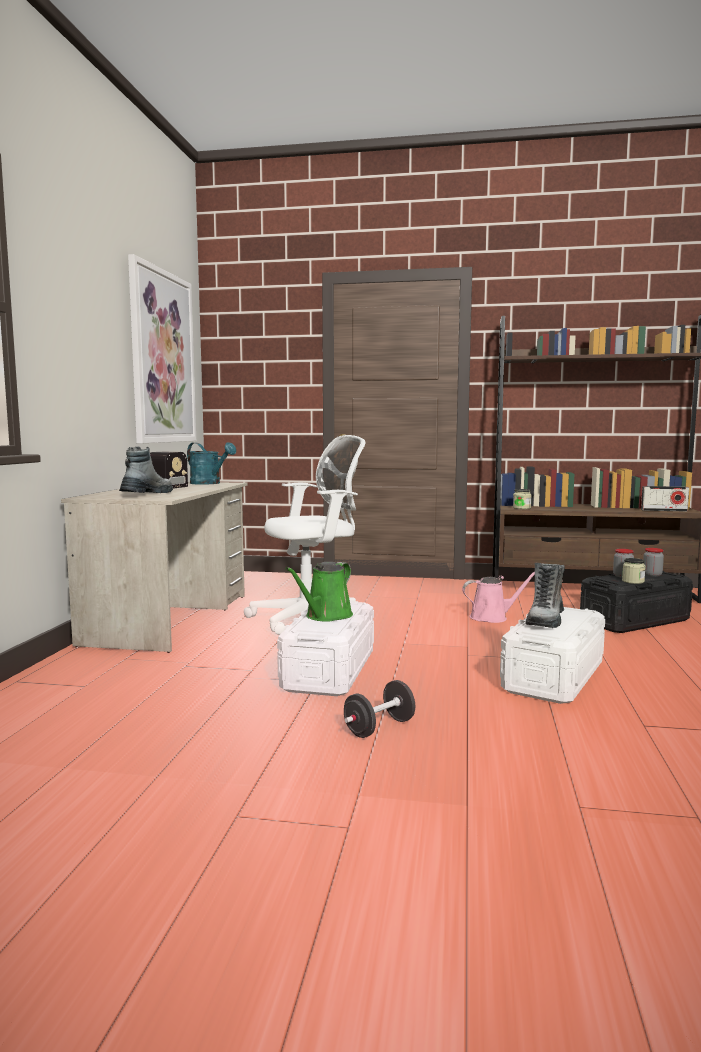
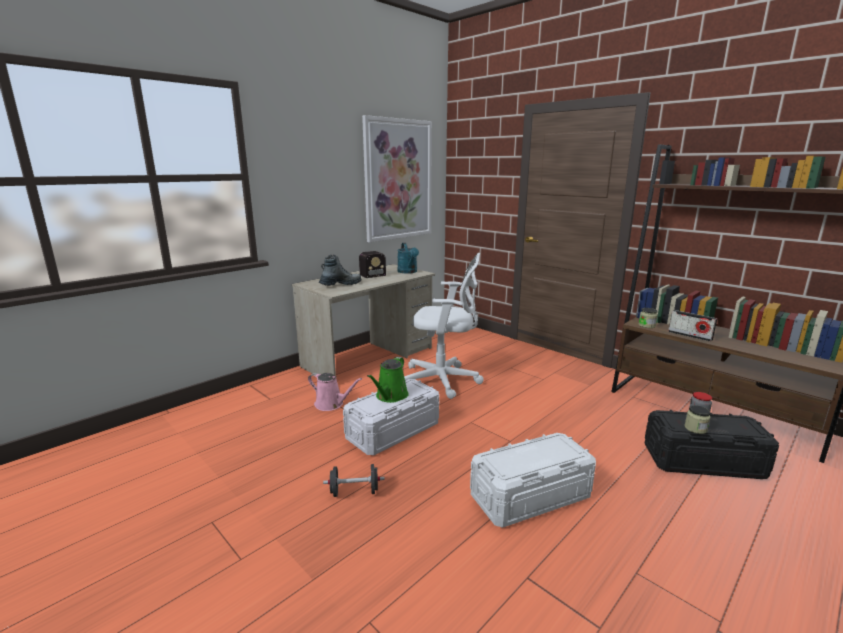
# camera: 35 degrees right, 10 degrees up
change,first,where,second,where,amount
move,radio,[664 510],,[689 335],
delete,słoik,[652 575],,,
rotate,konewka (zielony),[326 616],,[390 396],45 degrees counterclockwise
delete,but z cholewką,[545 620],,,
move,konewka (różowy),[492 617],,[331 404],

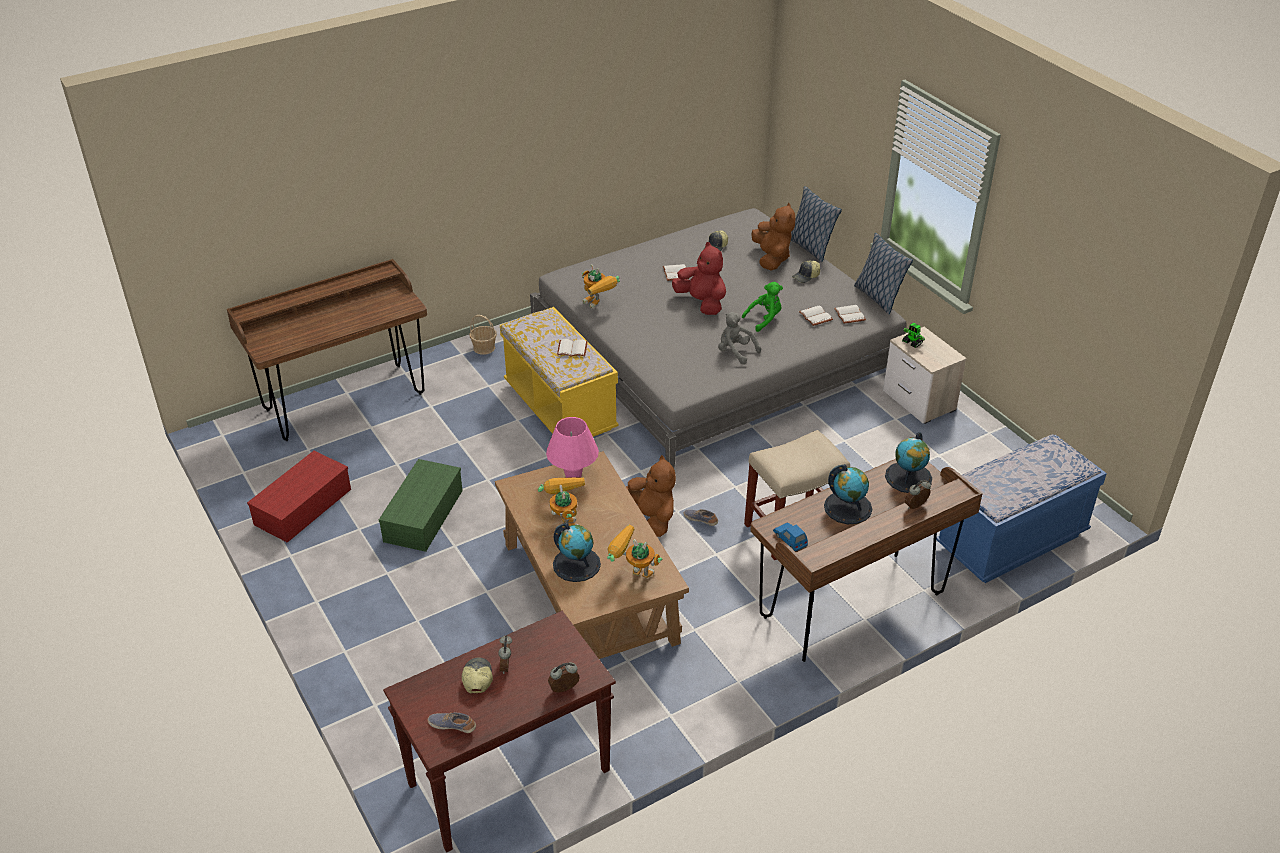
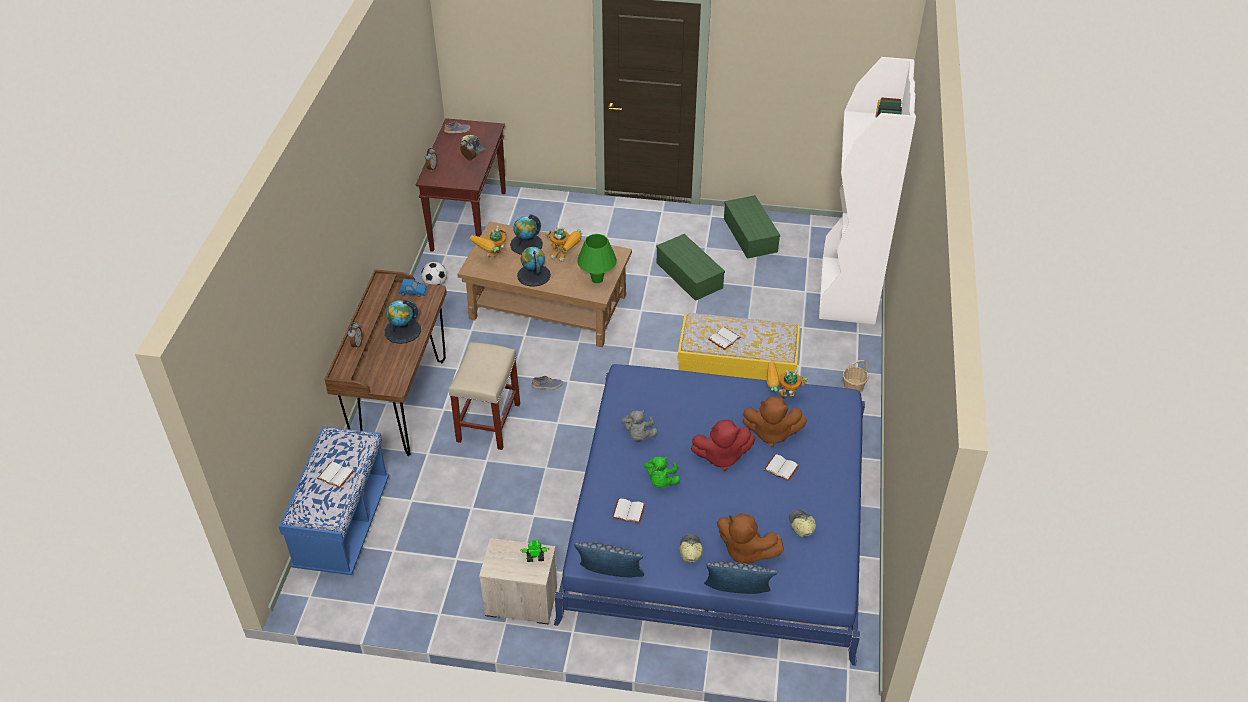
# camera: 130 degrees right, 5 degrees up
change,first,where,second,where,amount
recolor,łóżko (szary),[715 350],łóżko (niebieski),[719 518],
replace,biurko (brązowy),[344 401],regał (biały),[848 291],
move,książka (biały),[850 315],,[334 476],
rotate,pluszak (szary),[735 352],,[639 435],105 degrees clockwise
recolor,lampa stołowa (różowy),[573 477],lampa stołowa (zielony),[597 279],
move,globus,[908 477],,[533 275],
recolor,pojemnik do przechowywania (czerwony),[303 505],pojemnik do przechowywania (zielony),[751 235],
move,pluszak (brązowy),[651 518],,[771 433],
rotate,robot zabawkowy,[632 575],,[492 259],150 degrees clockwise
insert,,,piłka futbolowa,[435 284],

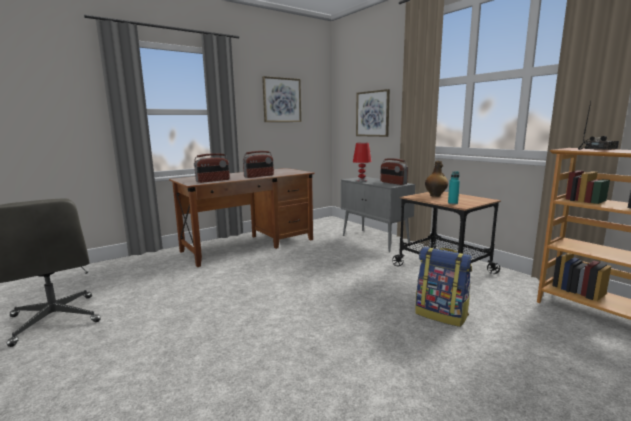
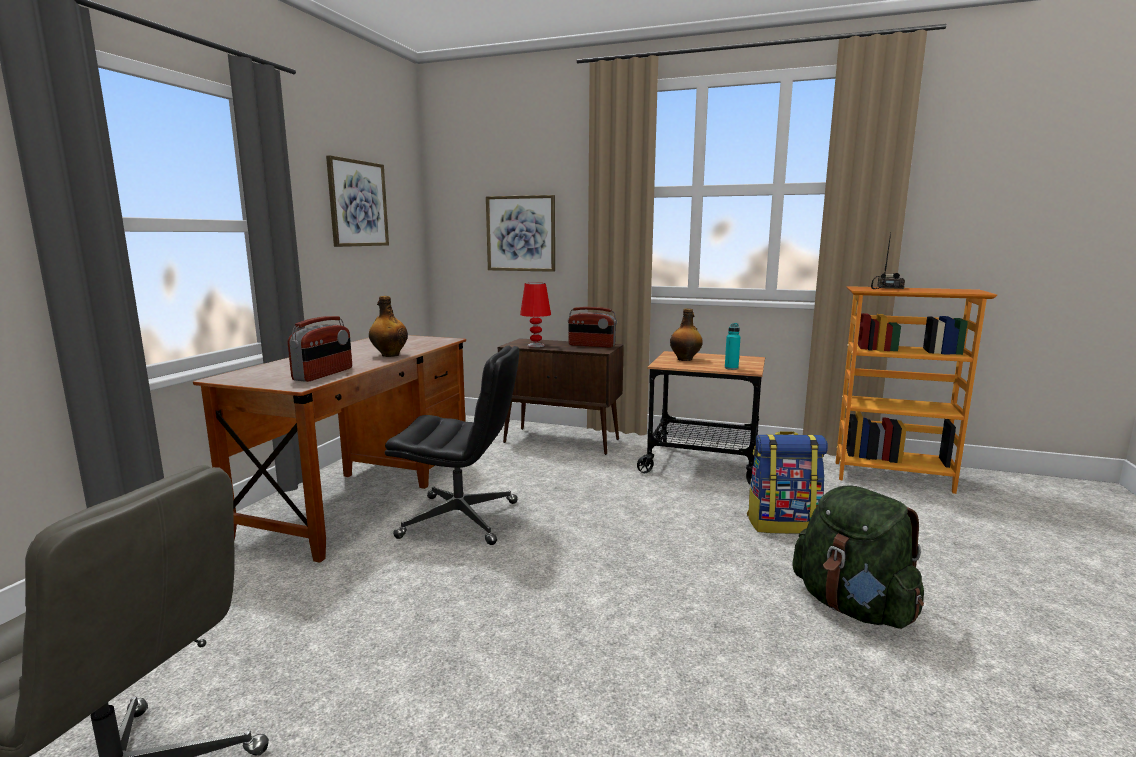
# camera: 35 degrees left, 0 degrees up
change,first,where,second,where,amount
replace,radio,[259 176],butelka,[389 355],
recolor,szafka (szary),[375 240],szafka (brązowy),[562 441],
insert,,,krzesło biurowe (czarny),[461 519],
insert,,,plecak (zielony),[853 607],

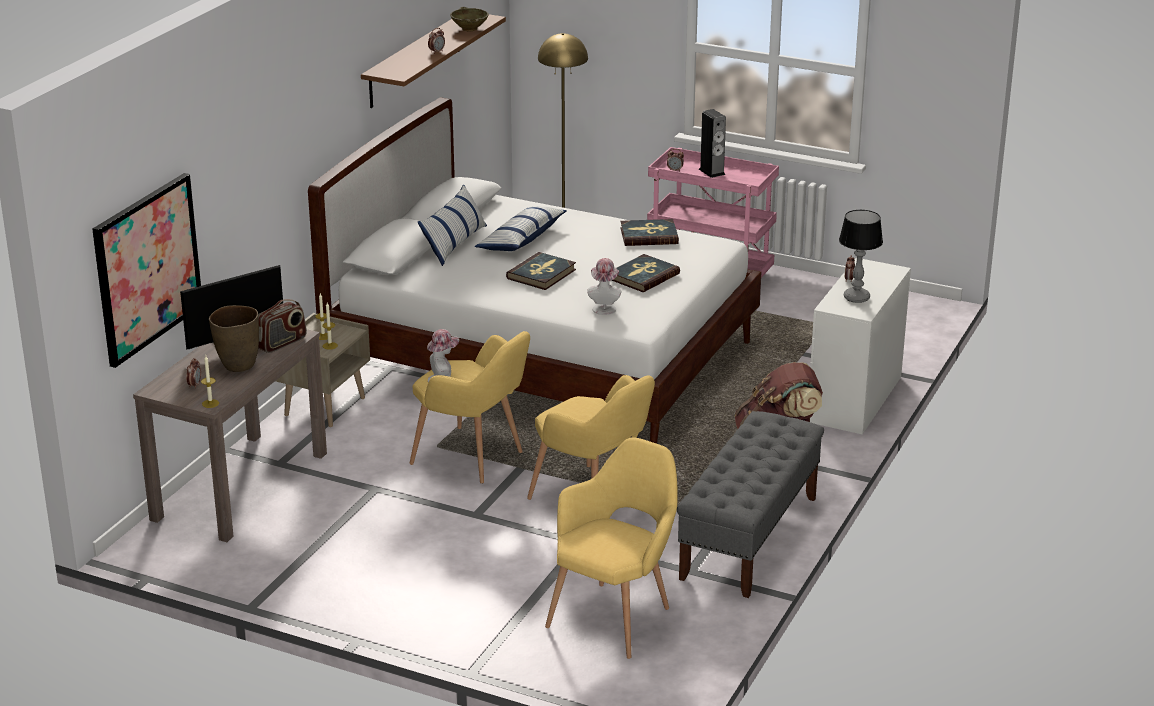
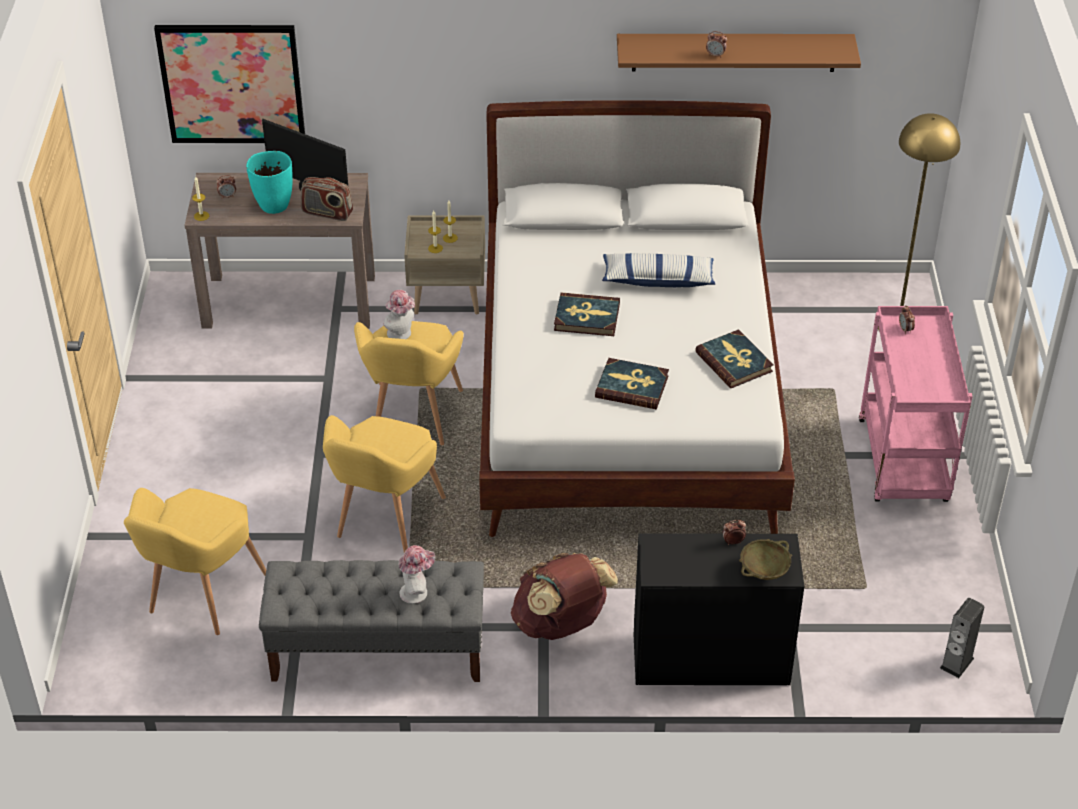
# camera: 65 degrees right, 15 degrees up
change,first,where,second,where,amount
move,miska (beżowy),[469 29],,[764 572],
move,głośnik,[711 172],,[956 663],
delete,poduszka,[454 244],,,
delete,lampa stołowa,[856 297],,,
move,kapelusz,[604 307],,[417 592],
recolor,komoda (biały),[853 399],komoda (czarny),[709 657],
recolor,wazon (brązowy),[238 366],wazon (turkusowy),[273 205],
rotate,fotel (żółty),[616 615],,[201 598],105 degrees clockwise

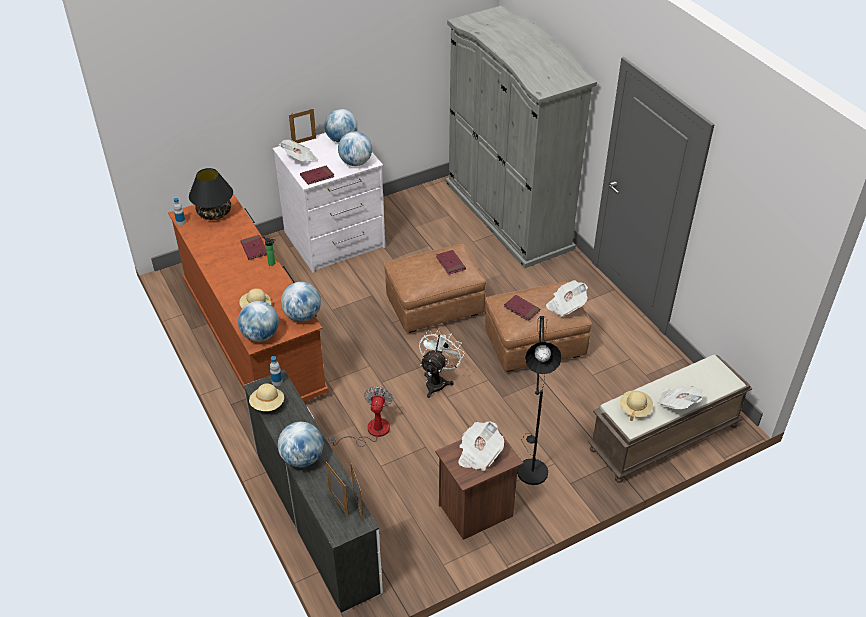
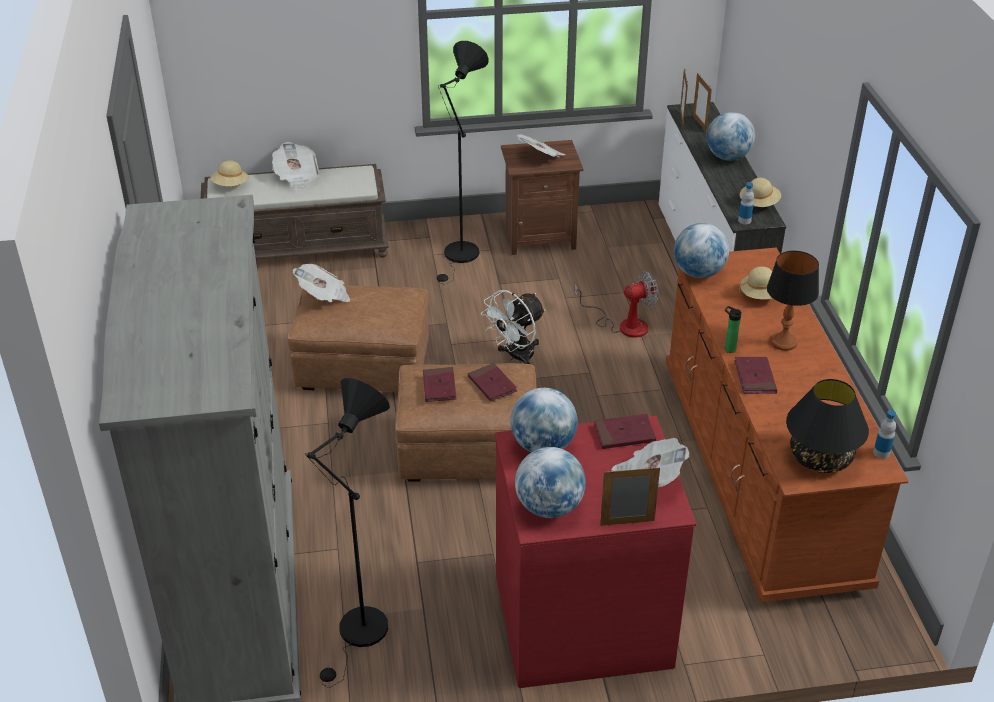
# camera: 160 degrees left, 5 degrees down
change,first,where,second,where,amount
recolor,komoda (biały),[335 240],komoda (czerwony),[582 619],
move,książka (czerwony),[521 309],,[492 384],
delete,globus,[260 335],,,
rotate,wentylator,[370 431],,[623 325],135 degrees counterclockwise
move,kapelusz (beżowy),[635 409],,[230 185],
insert,,,lampa stołowa,[783 342],
insert,,,lampa stojąca (czarny),[360 635],

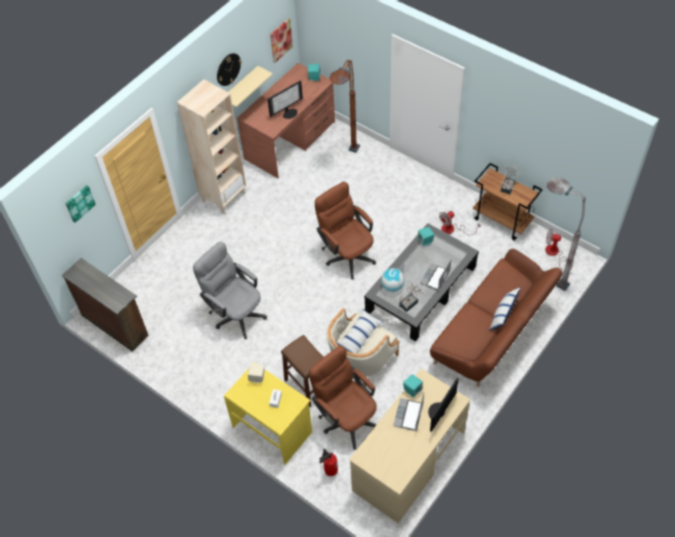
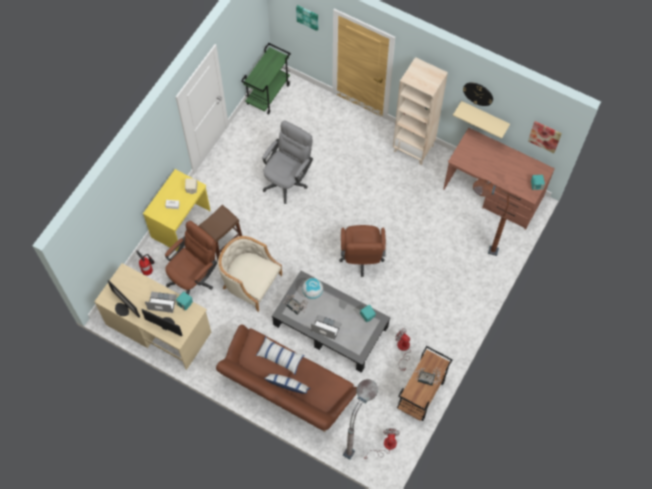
# camera: 80 degrees right, 10 degrees up
change,first,where,second,where,amount
move,monitor,[289 112],,[123 308],
rotate,krzesło biurowe (brązowy),[347 254],,[361 259],135 degrees clockwise
replace,komoda (brązowy),[115 324],wózek (zielony),[268 94],
move,poduszka,[359 336],,[280 357],

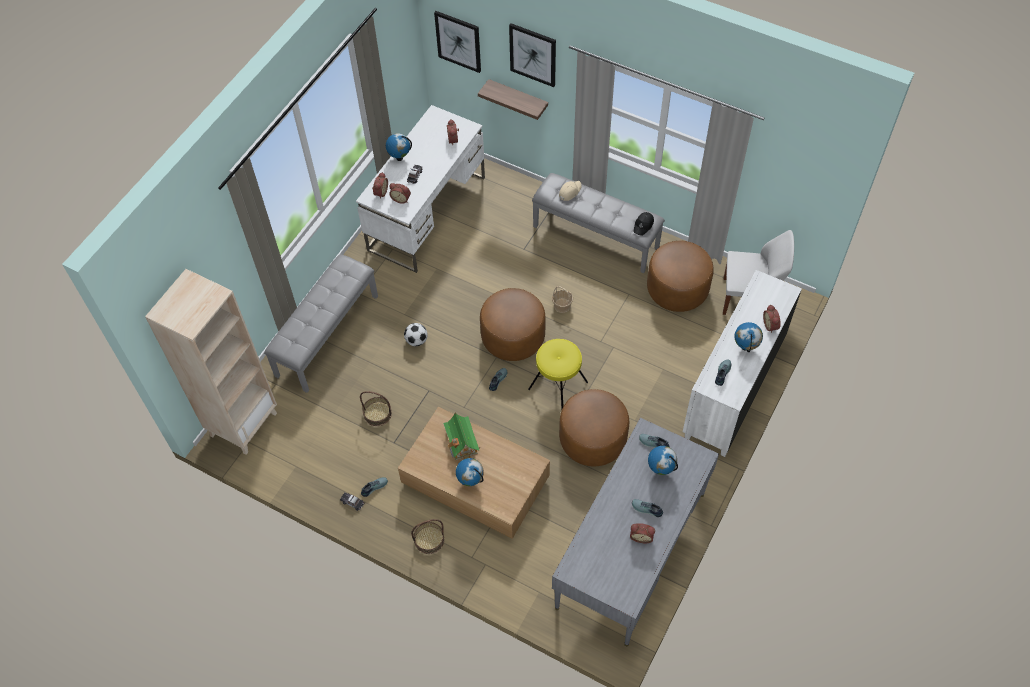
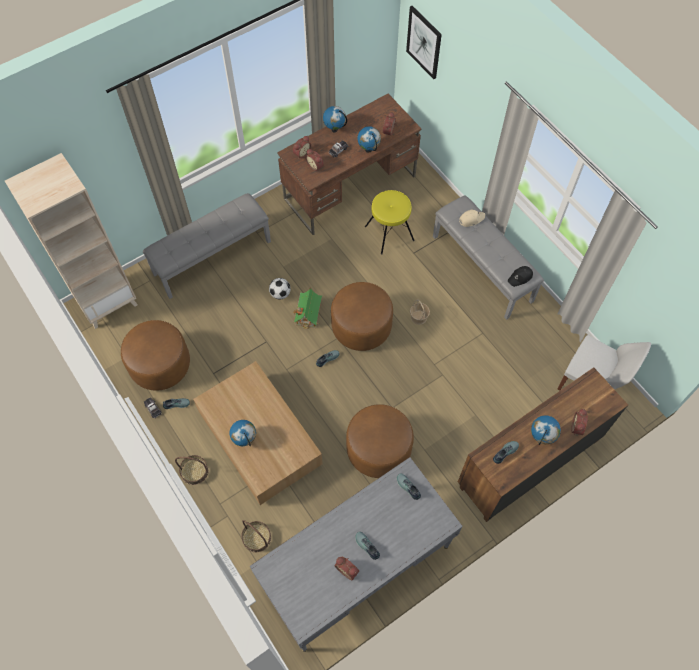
# camera: 25 degrees right, 5 degrees up
change,first,where,second,where,amount
delete,obraz,[533 54],,,
delete,półka,[518 99],,,
recolor,biurko (biały),[427 213],biurko (brązowy),[350 187],
move,pufa (brązowy),[677 289],,[160 365],
recolor,komoda (biały),[733 390],komoda (brązowy),[528 463],
move,stołek (żółty),[558 386],,[389 233],
move,koszyk,[377 413],,[256 537],
move,domek,[462 442],,[308 314],
move,globus,[660 469],,[368 149],

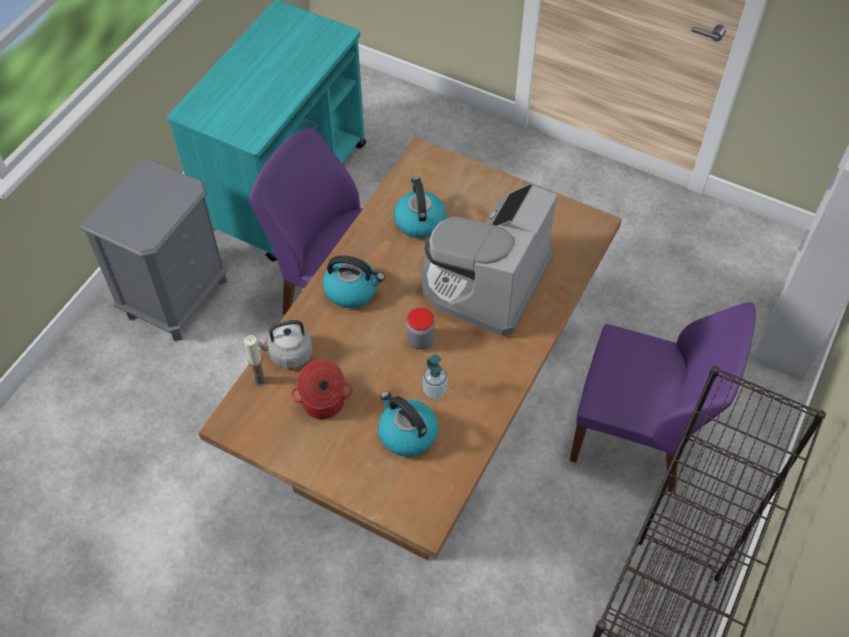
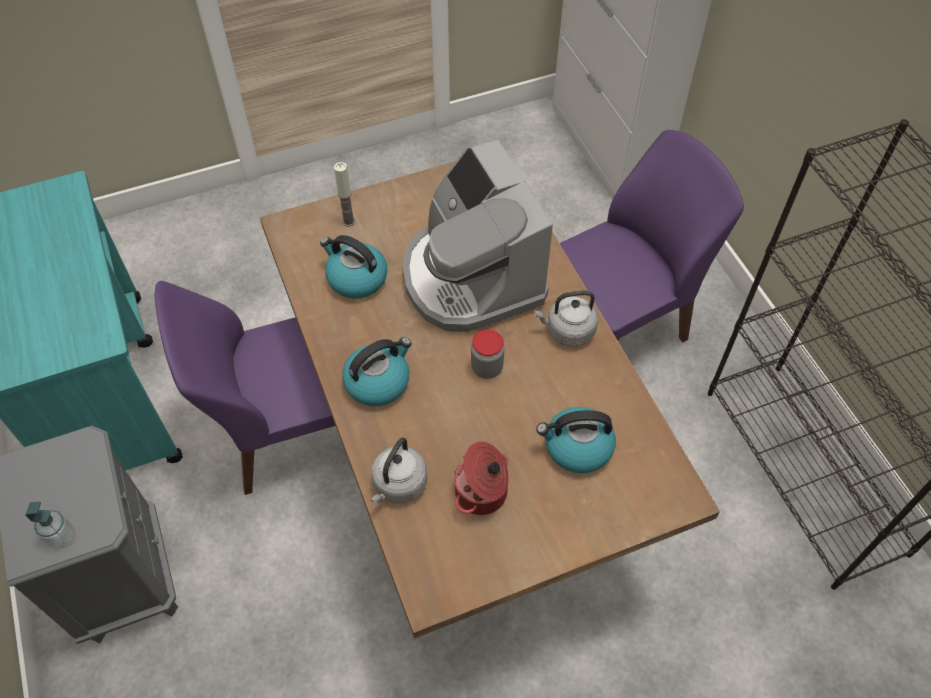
# camera: 50 degrees left, 0 degrees up
change,first,where,second,where,amount
move,świeca,[260 381],,[348 221],
move,dozownik mydła,[435 391],,[62 538],
insert,,,czajnik (szary),[567 331],

